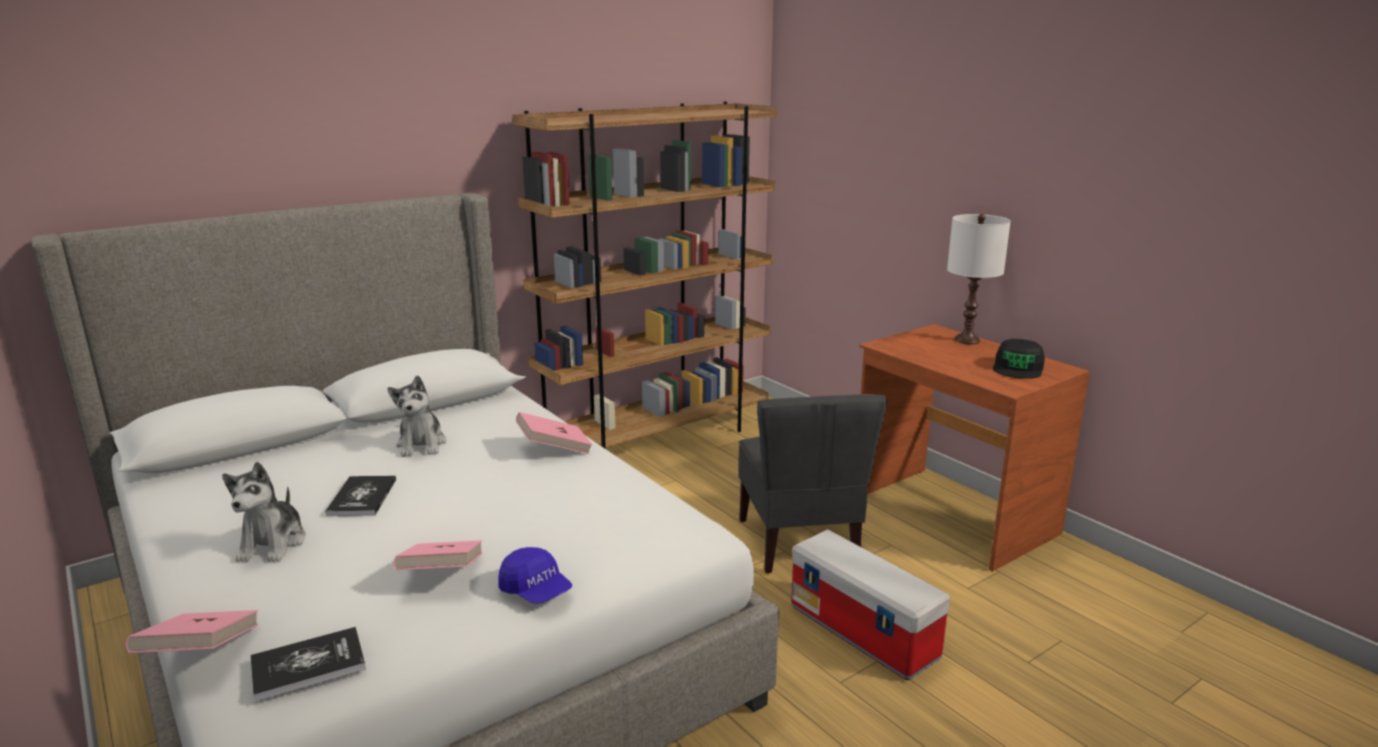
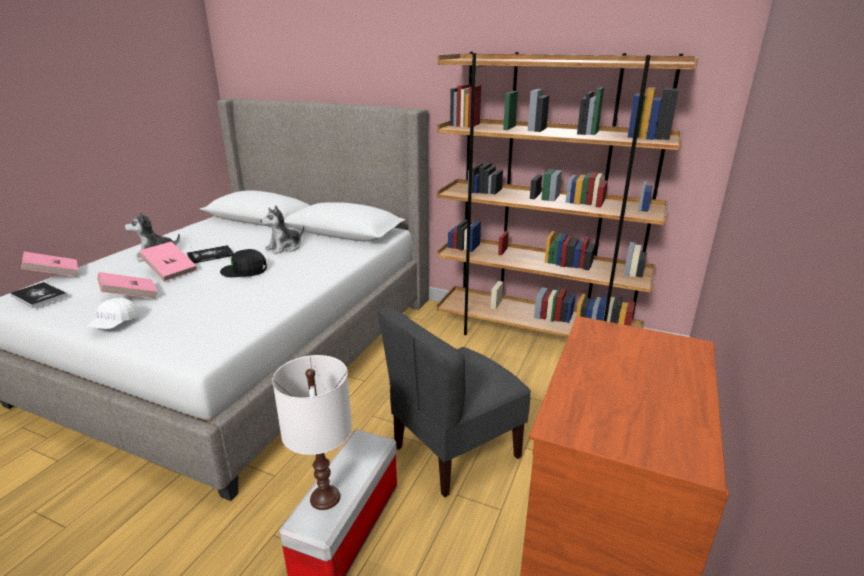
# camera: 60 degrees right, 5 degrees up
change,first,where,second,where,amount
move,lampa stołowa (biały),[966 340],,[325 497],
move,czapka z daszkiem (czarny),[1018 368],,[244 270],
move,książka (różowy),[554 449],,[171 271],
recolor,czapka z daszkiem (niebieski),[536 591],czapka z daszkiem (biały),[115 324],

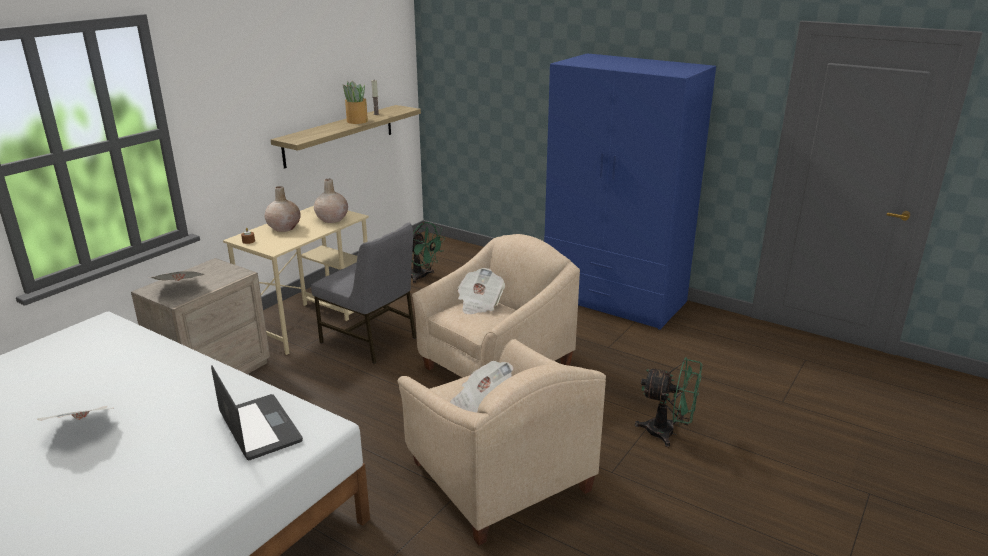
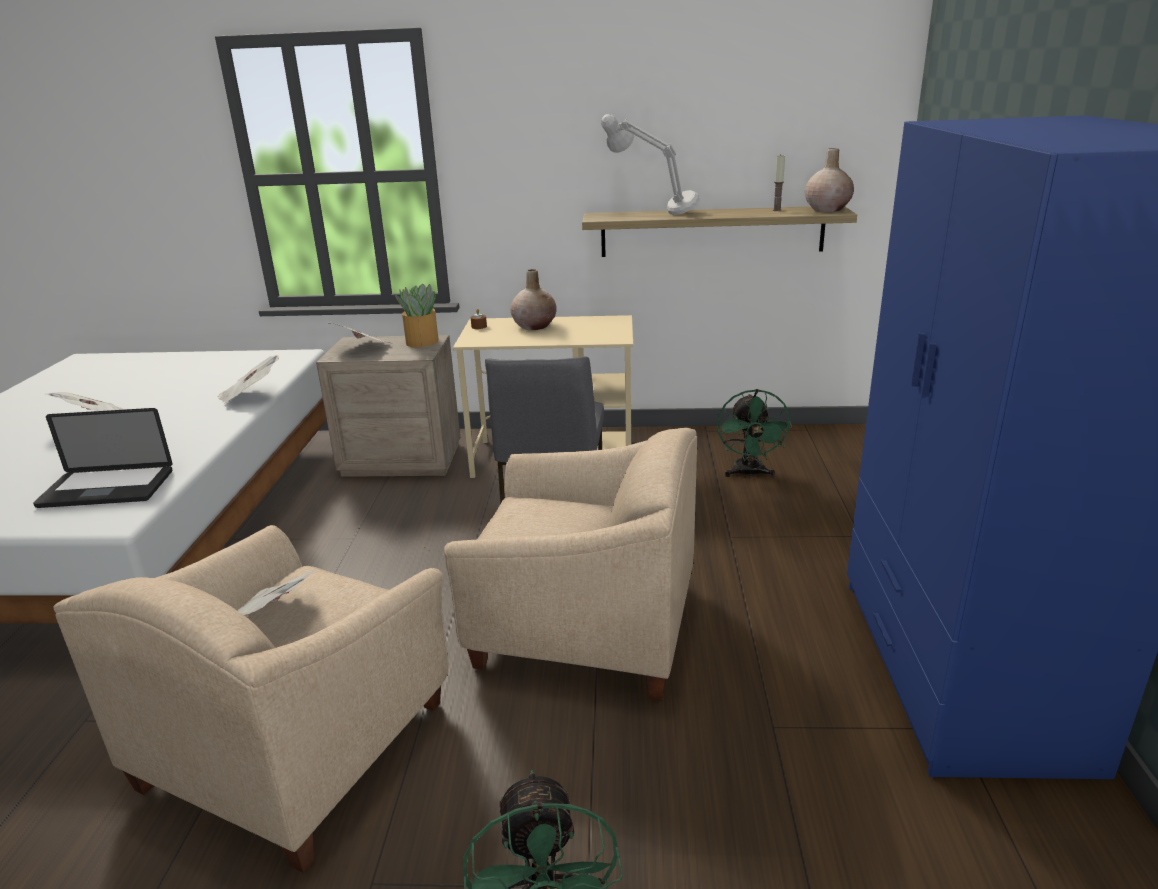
# camera: 60 degrees right, 0 degrees up
change,first,where,second,where,amount
move,roślina doniczkowa,[357 121],,[421 342],
move,wazon (beżowy),[332 219],,[827 209],
move,gazeta,[479 304],,[250 396],
rotate,laptop,[260 428],,[107 489],60 degrees clockwise
insert,,,lampa stołowa (szary),[652 214],

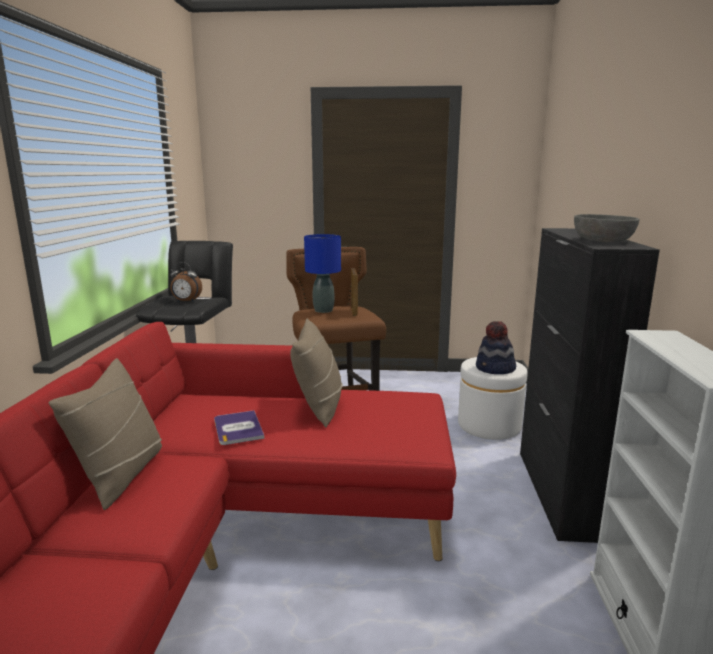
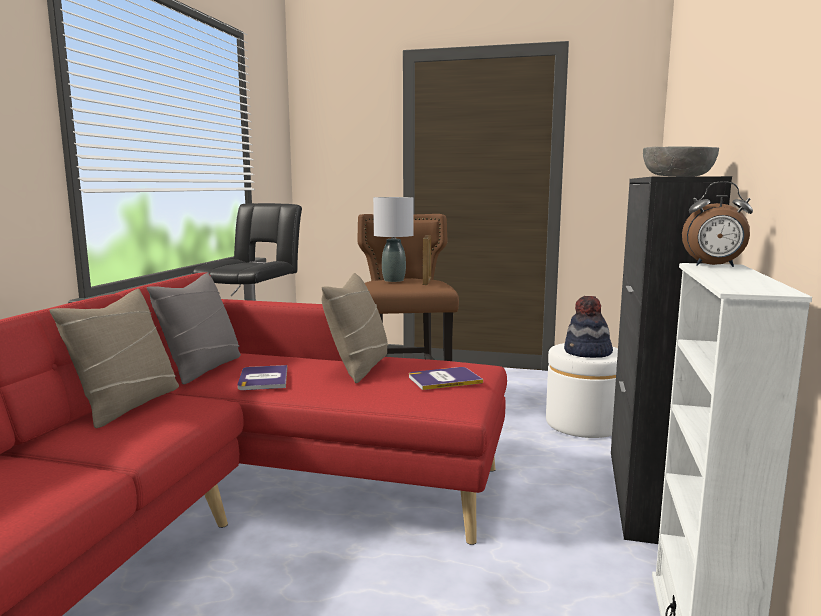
# camera: 10 degrees right, 5 degrees down
change,first,where,second,where,amount
recolor,lampa stołowa (niebieski),[323 310],lampa stołowa (szary),[393 280],
move,budzik,[186 301],,[714 266],
insert,,,poduszka (szary),[202 368],
insert,,,książka,[444 379],

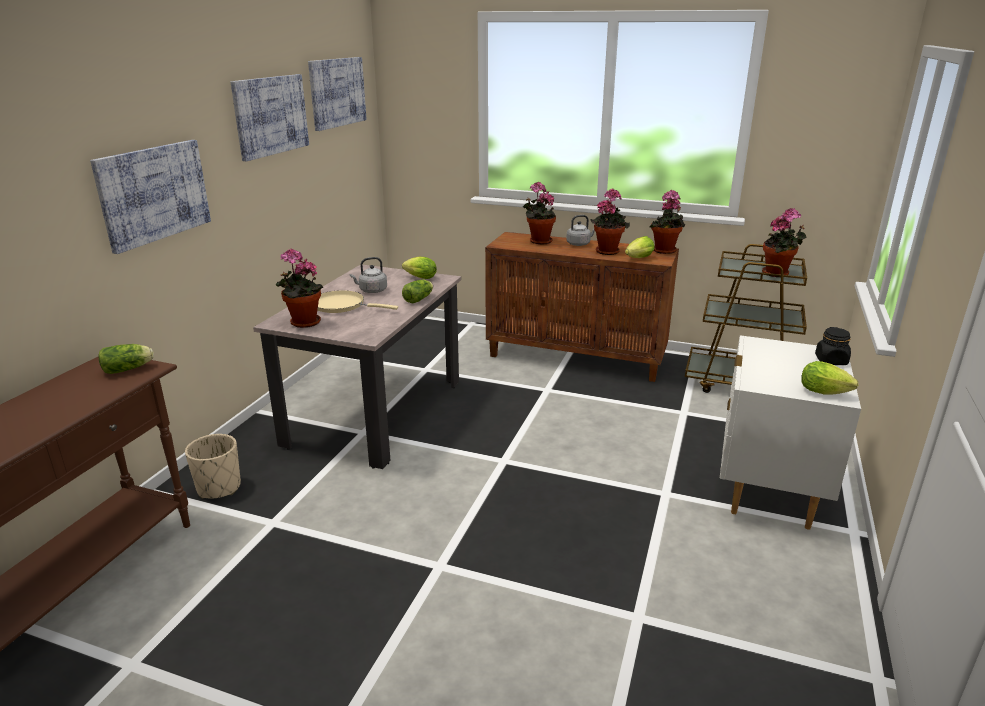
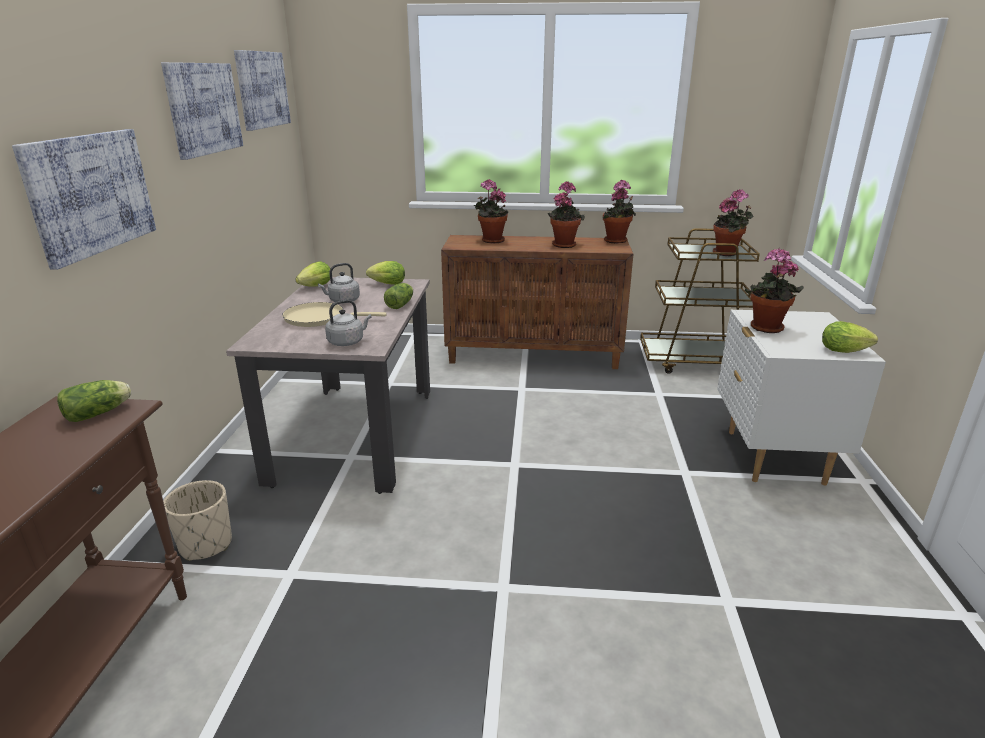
# camera: 15 degrees left, 0 degrees up
change,first,where,second,where,amount
move,czajnik (szary),[579 244],,[347 342],
move,sałata,[637 259],,[314 287],
move,roślina doniczkowa,[302 323],,[765 329],
delete,słoik (czarny),[831 361],,,

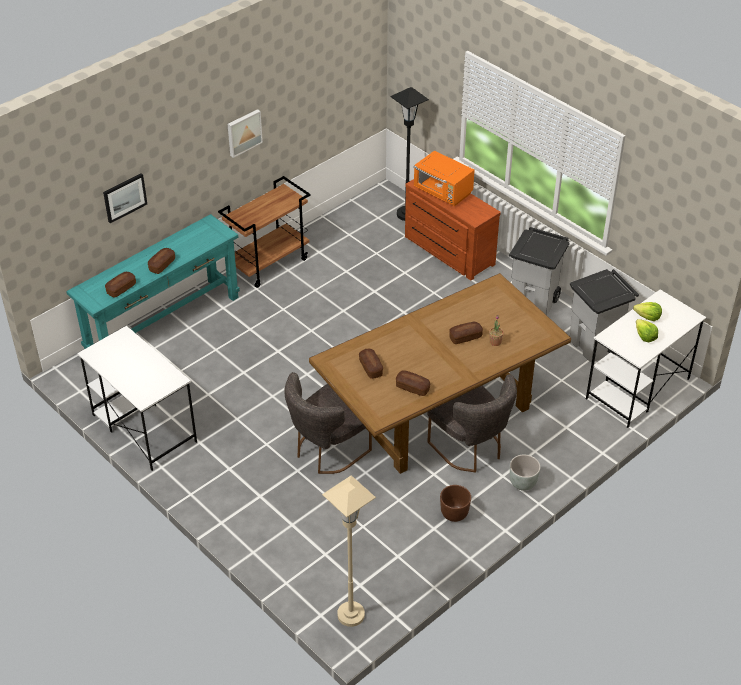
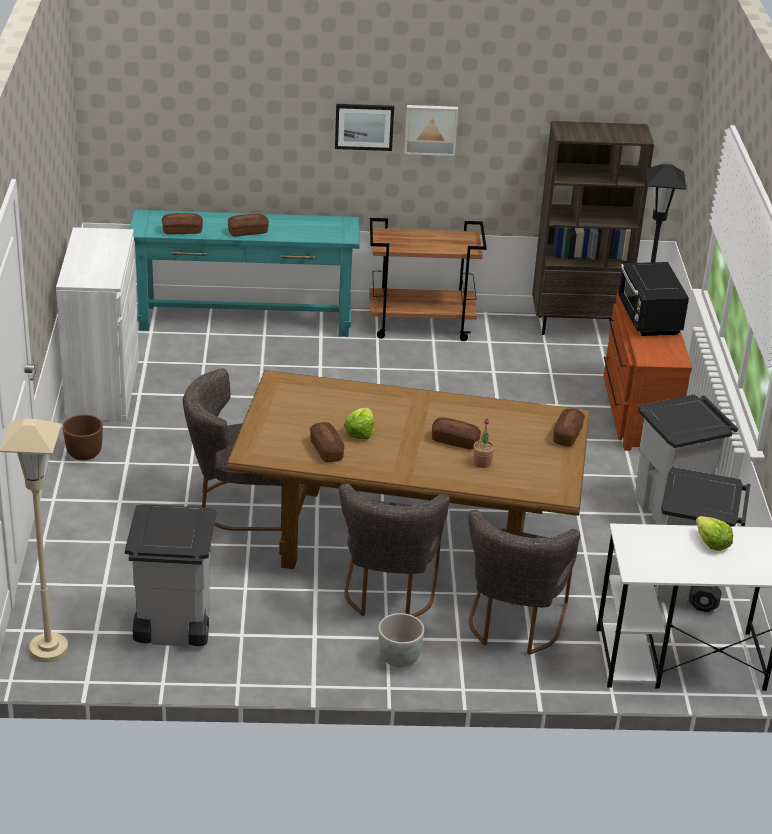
# camera: 40 degrees right, 10 degrees down
change,first,where,second,where,amount
recolor,mikrofalówka (pomarańczowy),[443 192],mikrofalówka (czarny),[648 319],
move,obraz,[124 197],,[364 126],
move,sałata,[645 336],,[359 432],
replace,biurko (biały),[143 427],szafka (biały),[103 387],
move,chleb,[370 368],,[567 434],
move,donica (brązowy),[454 514],,[85 454],
insert,,,regał (brązowy),[578 326],
insert,,,kosz na śmieci (szary),[172 629],
insert,,,krzesło (szary),[514 625],

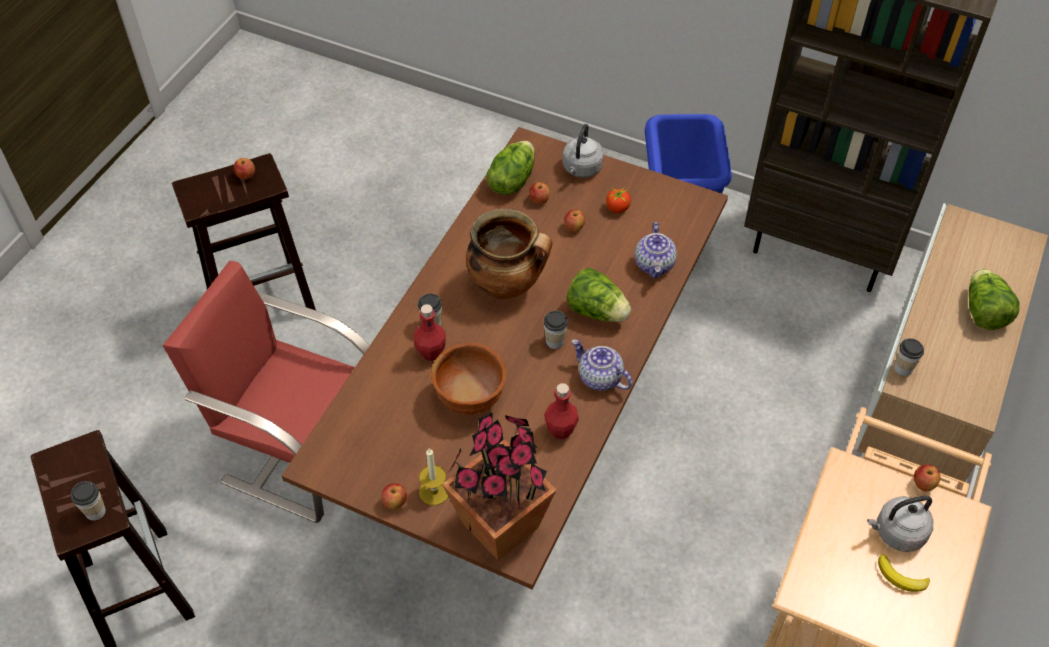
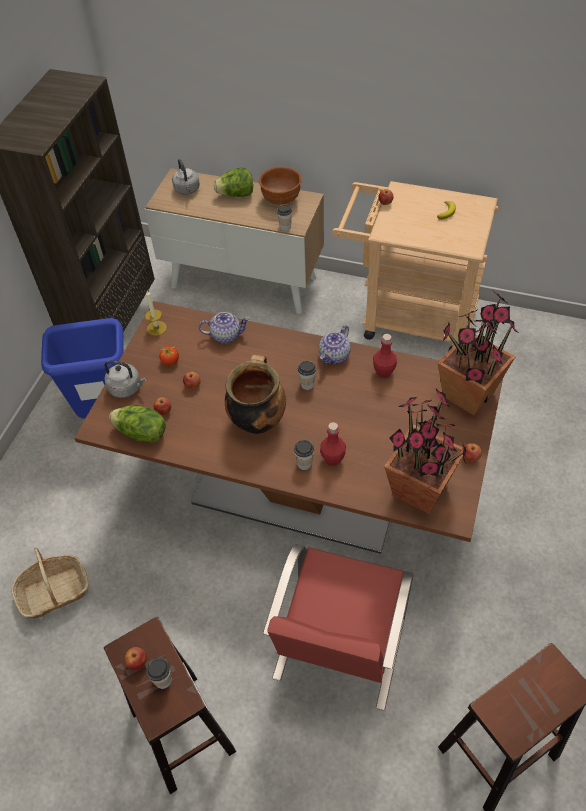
# camera: 95 degrees left, 0 degrees up
change,first,where,second,where,amount
delete,sałata,[597 311],,,
move,miska (brązowy),[470 398],,[281 199],
move,świeca,[434 491],,[156 328],
move,filiżanka,[95 511],,[163 680],
move,czajnik (szary),[896 533],,[187 190],
insert,,,roślina doniczkowa,[419 491],
insert,,,koszyk,[54 592],

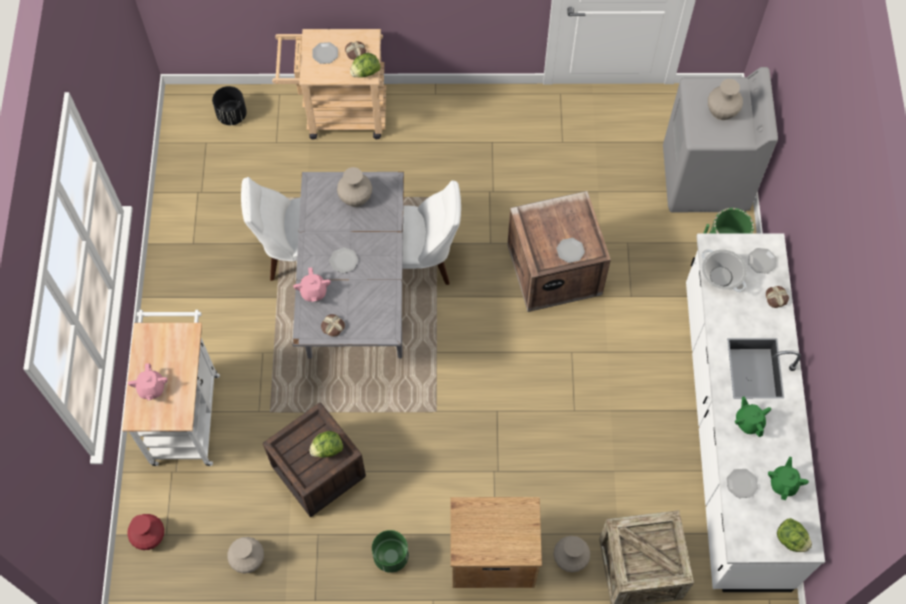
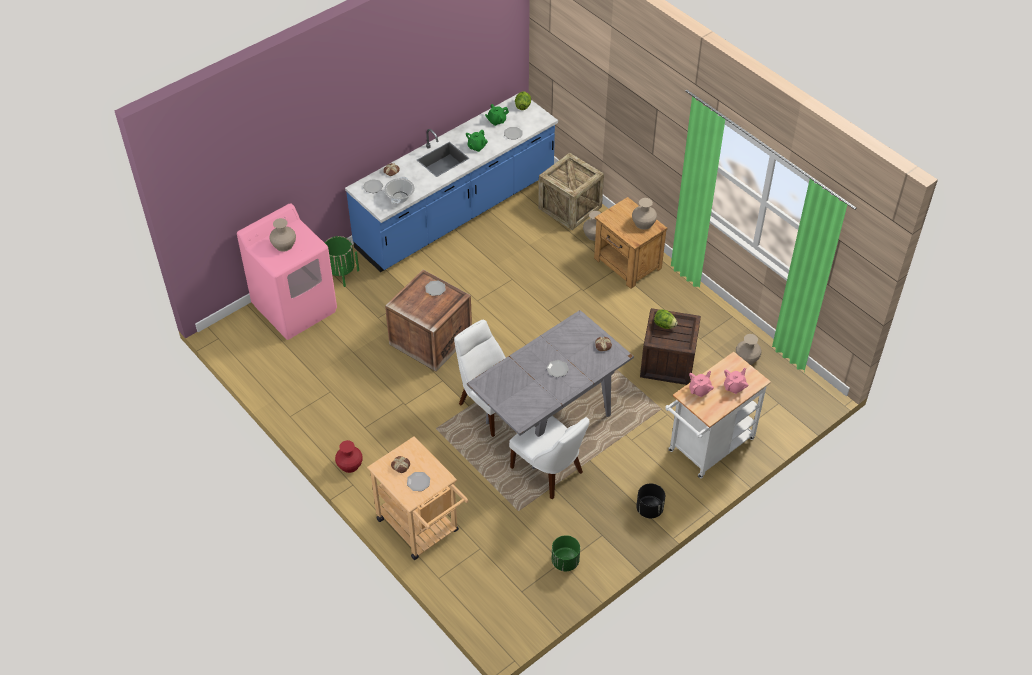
# camera: 130 degrees left, 15 degrees down
change,first,where,second,where,amount
delete,sałata,[365 72],,,
recolor,pralka (szary),[705 179],pralka (różowy),[295 308],
move,donica (czarny),[232 115],,[649 509],
move,wazon (beżowy),[355 196],,[643 223],
recolor,zabudowa kuchenna (biały),[732 432],zabudowa kuchenna (niebieski),[456 213],
move,imbryk (różowy),[313 292],,[700 390],
move,wazon (czerwony),[149 536],,[350 465],
move,donica (zielony),[390 556],,[565 561],

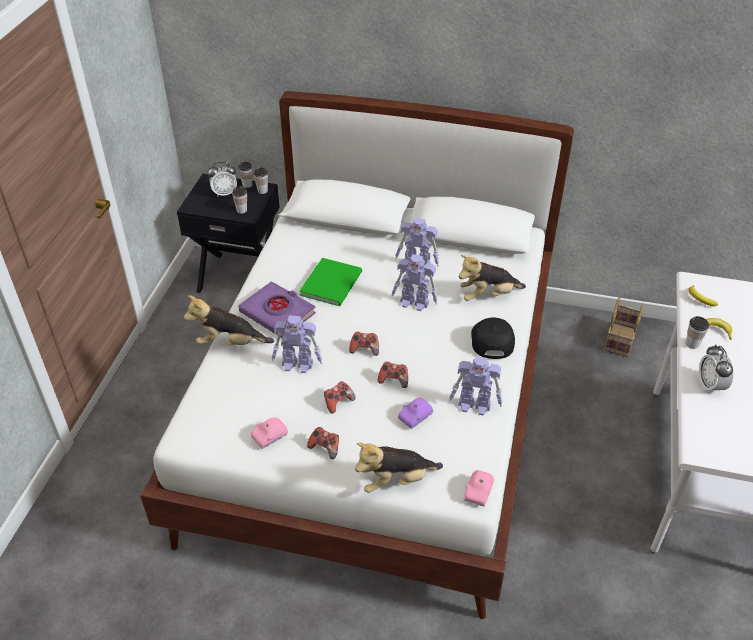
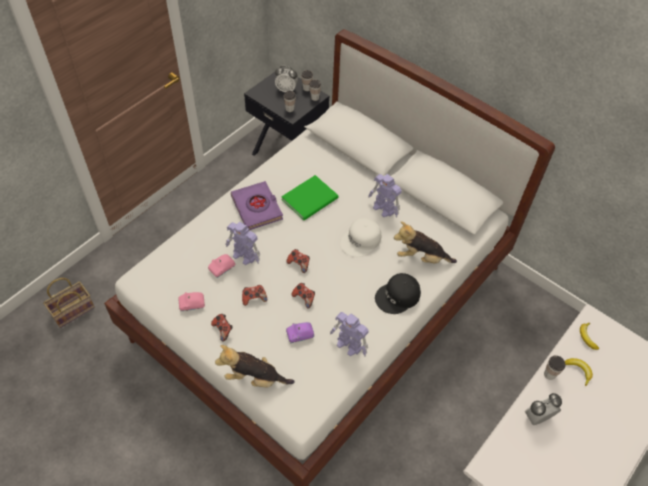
# camera: 25 degrees right, 10 degrees up
change,first,where,second,where,amount
replace,robot zabawkowy,[415 303],czapka z daszkiem (biały),[361 240],
delete,pluszak,[230 343],,,
move,koszyk,[619 339],,[73 310],
rotate,czapka z daszkiem (czarny),[491 340],,[398 296],150 degrees counterclockwise
rotate,budzik,[710 385],,[537 417],45 degrees clockwise
move,samochodzik (różowy),[479 492],,[222 268],

